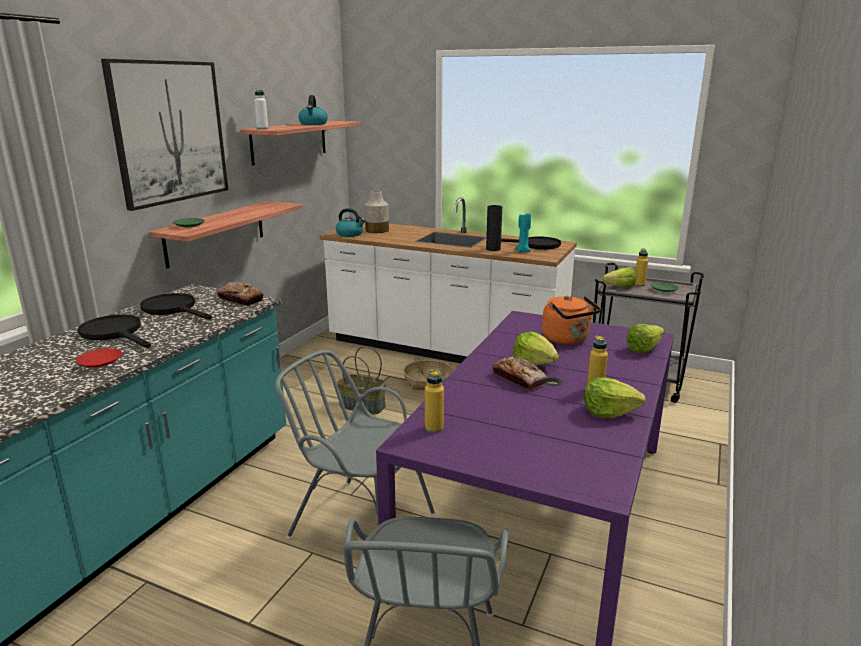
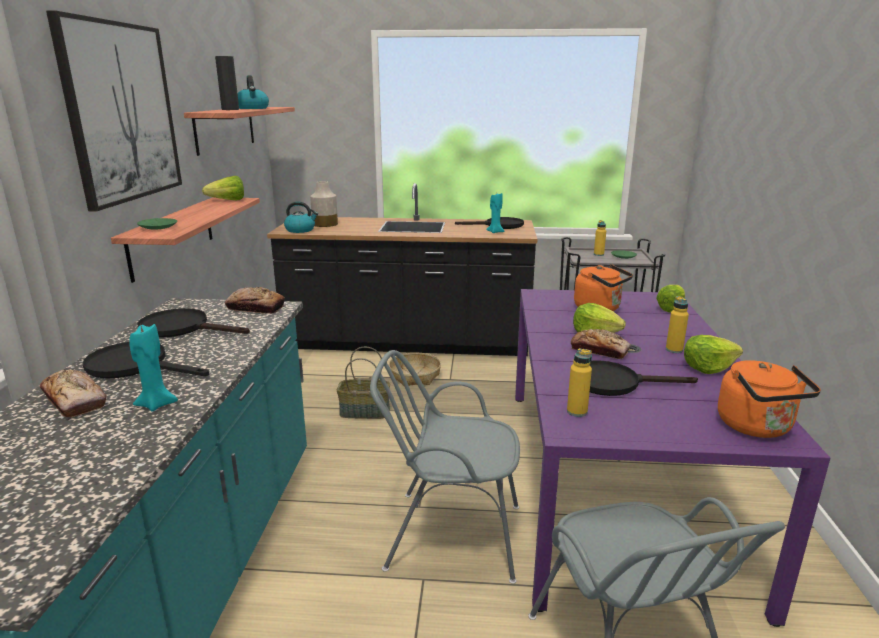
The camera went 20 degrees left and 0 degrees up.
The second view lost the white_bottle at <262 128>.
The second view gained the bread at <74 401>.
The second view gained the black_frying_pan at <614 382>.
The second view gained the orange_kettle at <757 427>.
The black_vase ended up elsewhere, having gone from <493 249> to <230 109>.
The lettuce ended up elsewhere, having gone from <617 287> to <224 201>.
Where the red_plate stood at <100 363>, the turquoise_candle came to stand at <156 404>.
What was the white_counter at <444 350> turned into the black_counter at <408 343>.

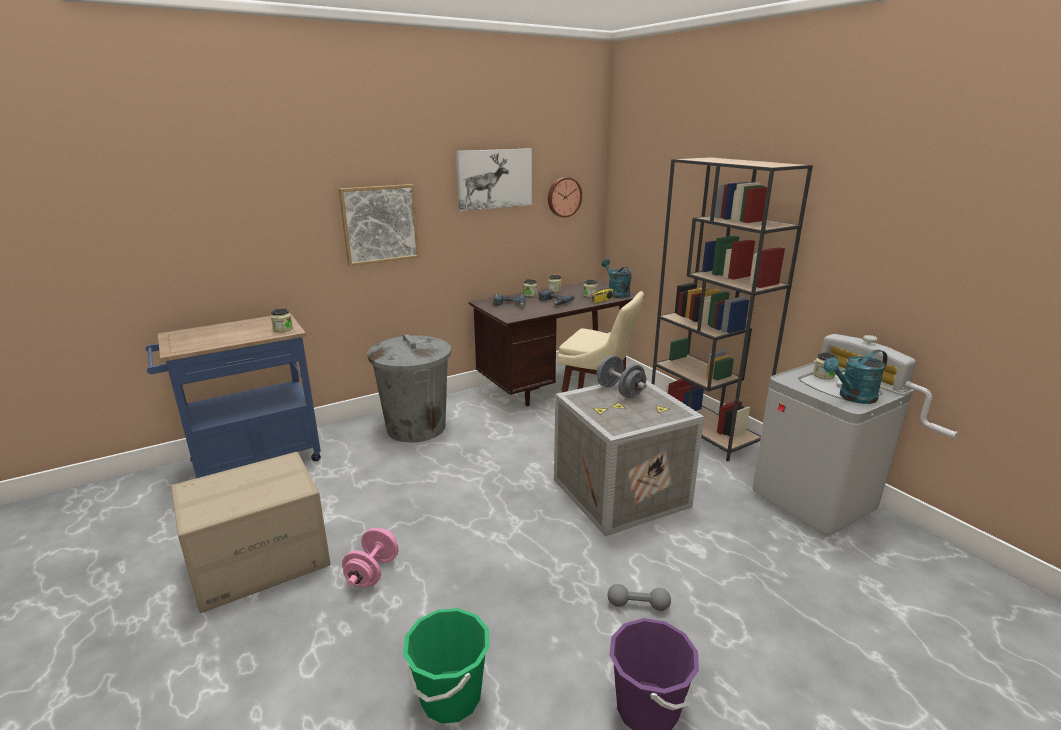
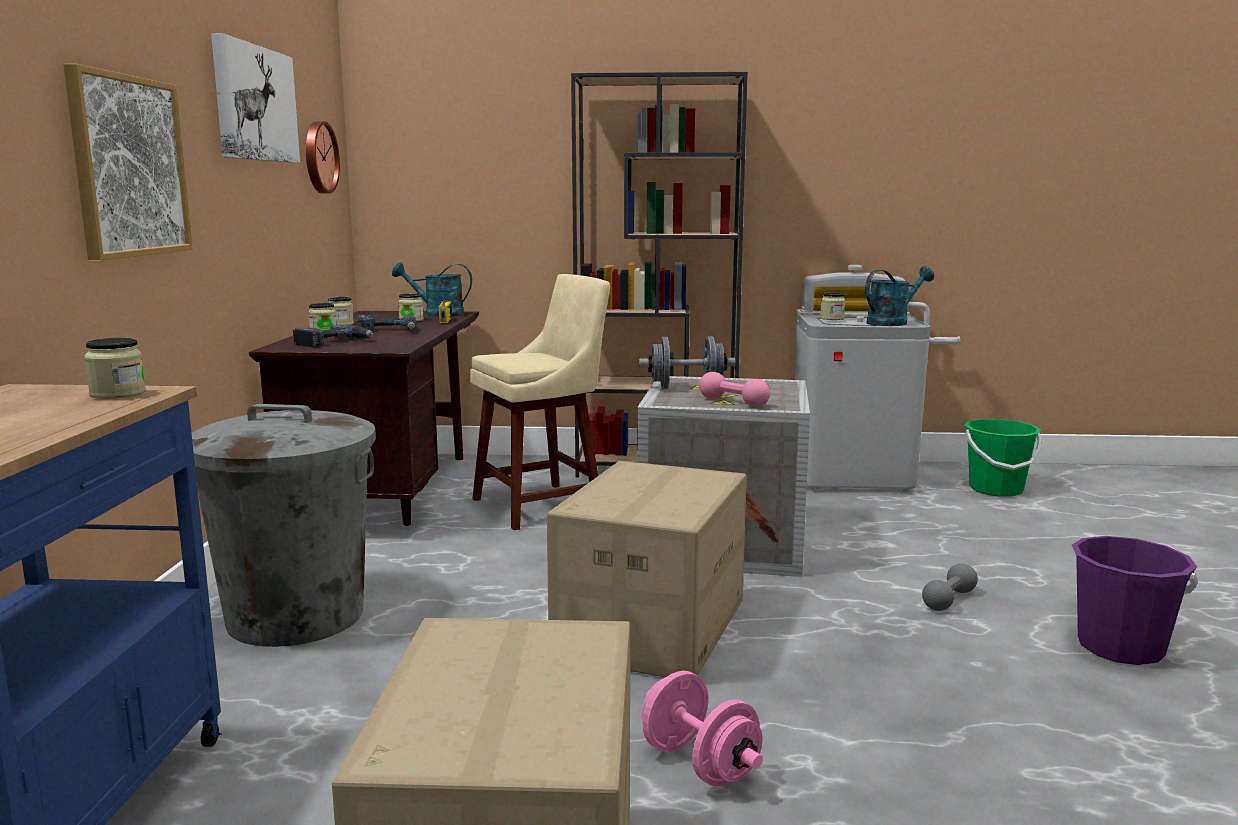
The camera went 55 degrees left and 10 degrees down.
The second view gained the cardboard_box at <650 627>.
The second view gained the pink_dumbbell at <733 402>.
The green_bucket ended up elsewhere, having gone from <450 697> to <996 489>.
The turquoise_watering_can at <852 397> ended up facing another way, 135 degrees counterclockwise from before.

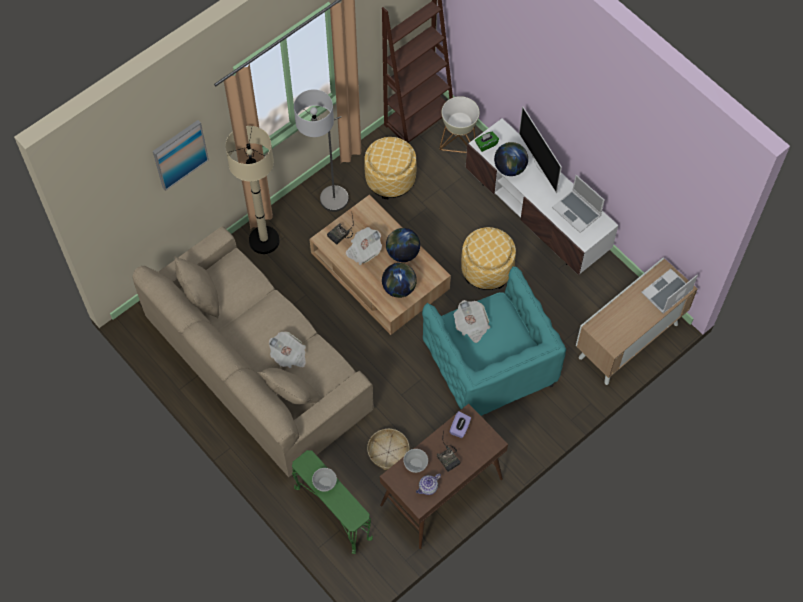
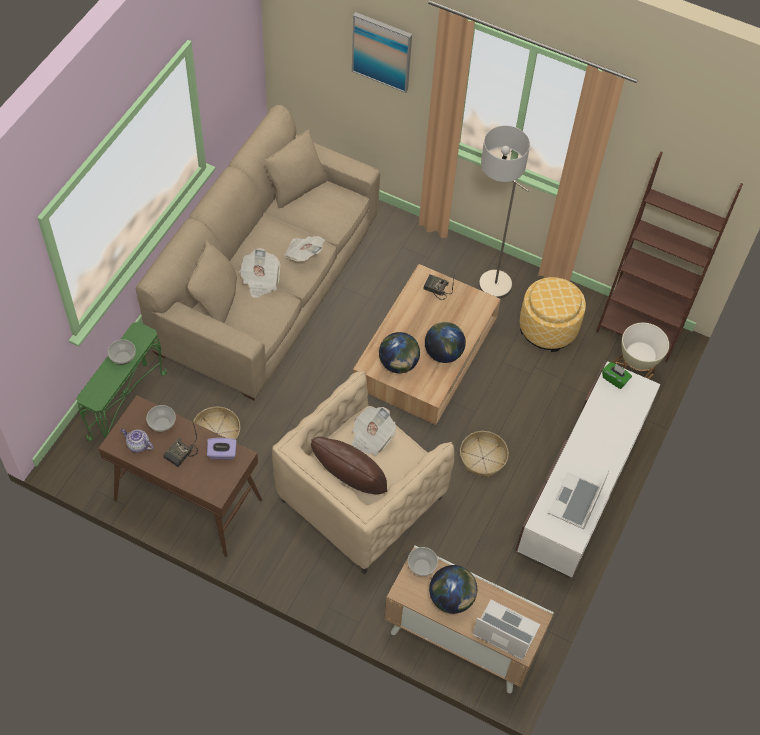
The camera went 65 degrees right and 5 degrees down.
The second view lost the beige_floor_lamp at <264 240>.
The second view lost the television at <540 165>.
The second view gained the brown_pillow at <349 482>.
The second view gained the bowl at <422 566>.
The newspaper ended up elsewhere, having gone from <363 251> to <304 254>.
The globe ended up elsewhere, having gone from <510 168> to <451 598>.
Where the ottoman stood at <486 269>, the basket came to stand at <482 458>.
What was the turquoise_armchair at <489 366> turned into the beige_armchair at <361 499>.

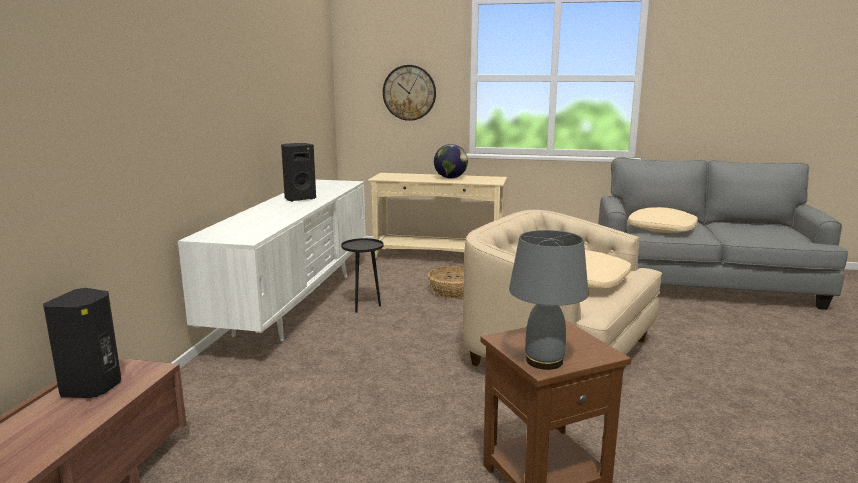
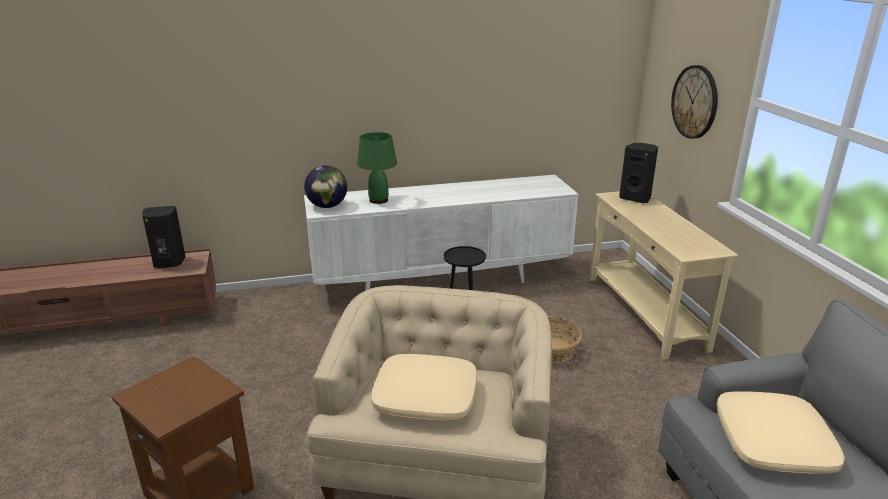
The camera went 65 degrees right and 10 degrees up.
The second view lost the grey_table_lamp at <543 361>.
The second view gained the green_table_lamp at <378 200>.
The black_speaker ended up elsewhere, having gone from <299 199> to <636 198>.
The globe ended up elsewhere, having gone from <450 178> to <327 206>.

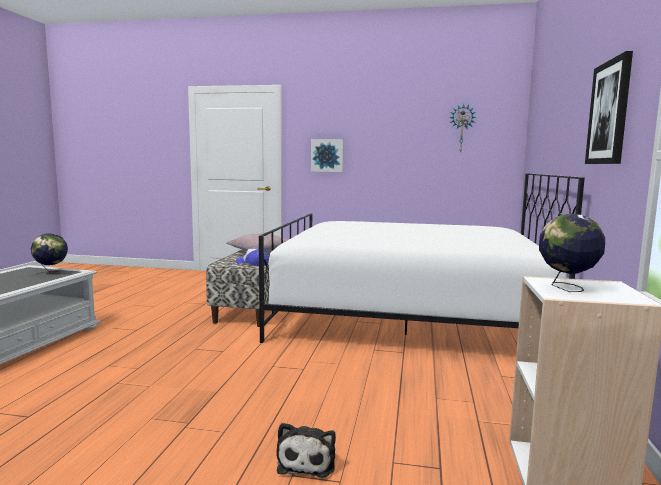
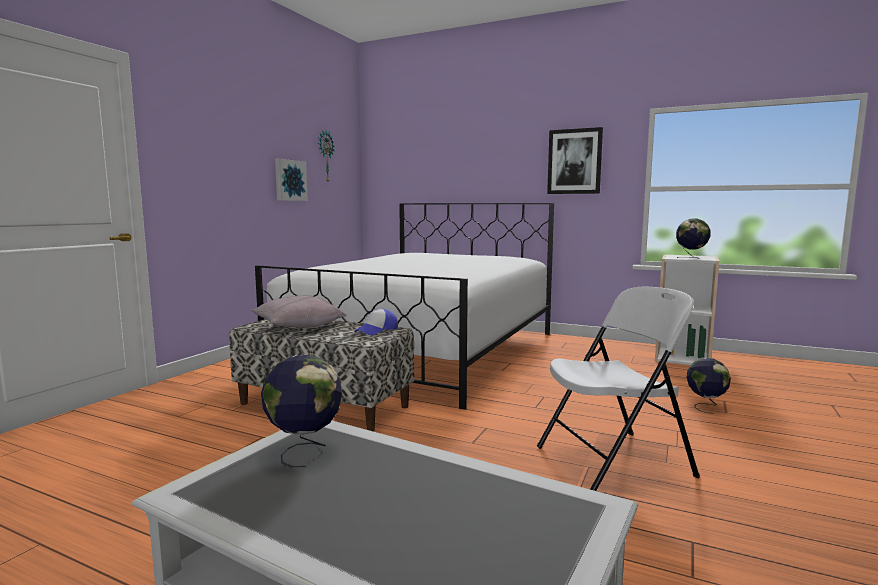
The camera went 75 degrees left and 0 degrees up.
The second view gained the white_chair at <613 462>.
The picture ended up elsewhere, having gone from <327 155> to <290 180>.
Where the plush_toy stood at <307 461>, the globe came to stand at <705 407>.

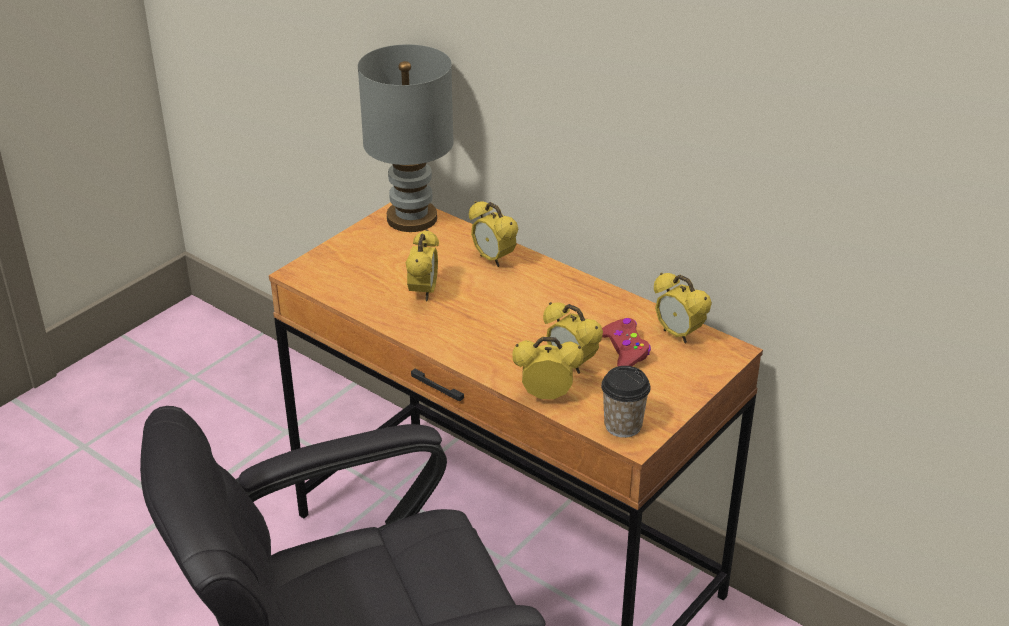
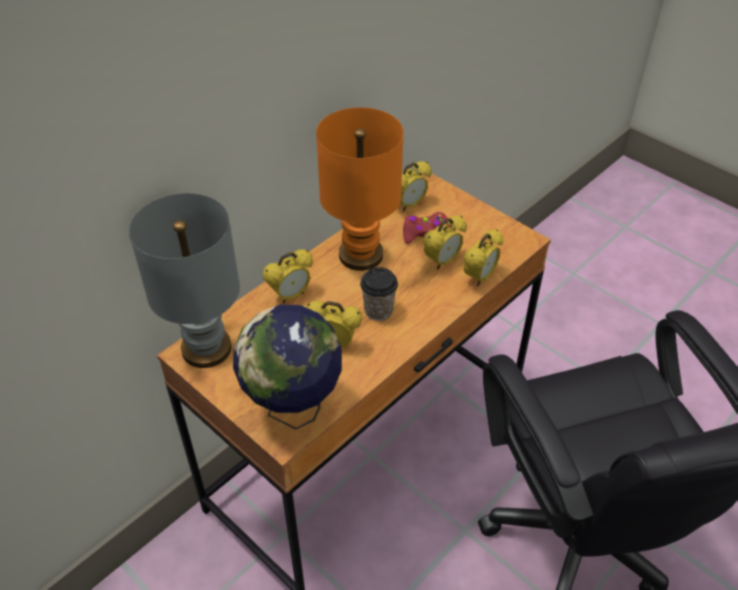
The camera went 85 degrees left and 10 degrees up.
The second view gained the globe at <293 409>.
The second view gained the orange_table_lamp at <360 255>.
The cup ended up elsewhere, having gone from <623 425> to <378 310>.
The alarm_clock at <547 396> ended up facing another way, 150 degrees counterclockwise from before.

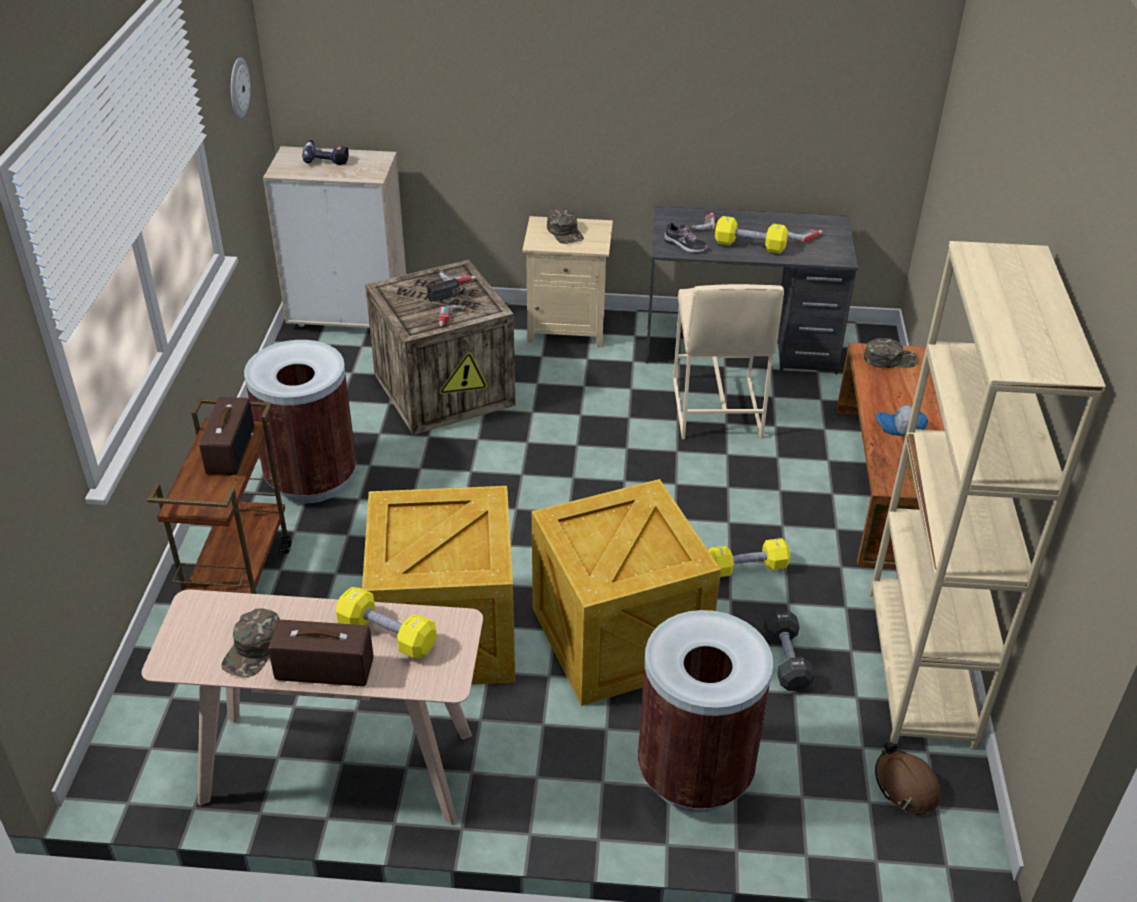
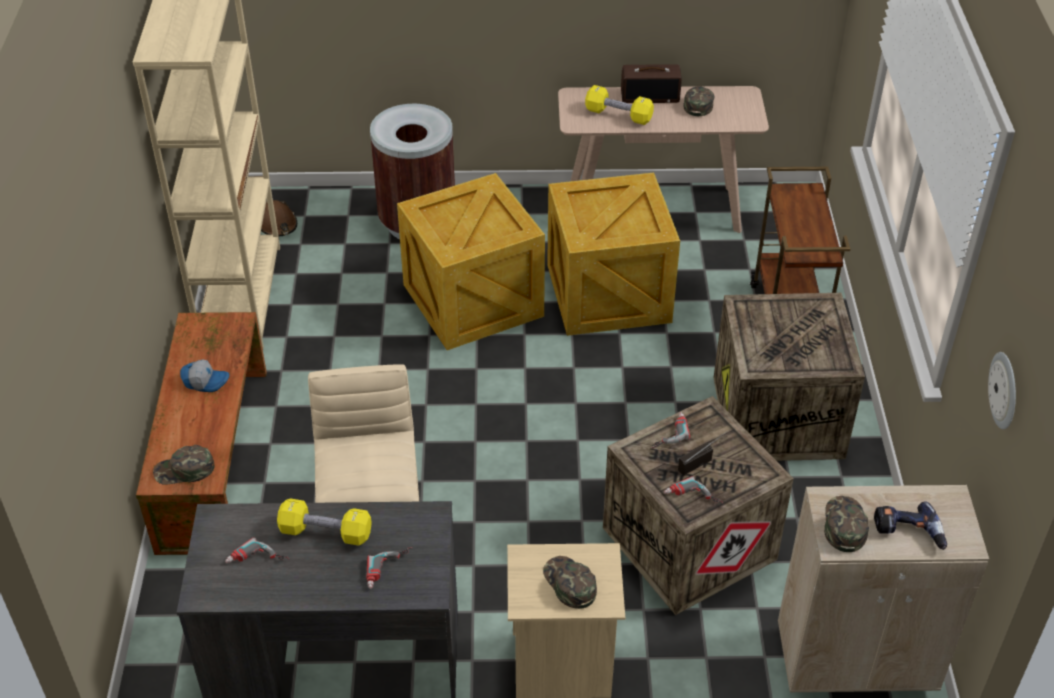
The camera went 175 degrees right and 5 degrees up.
The second view lost the radio at <230 450>.
The second view lost the shoe at <685 245>.
The second view lost the yellow_dumbbell at <746 568>.
The second view lost the black_dumbbell at <786 660>.
The second view gained the green_cap at <844 525>.
Where the brown_trash_can stood at <311 479>, the crate came to stand at <779 418>.

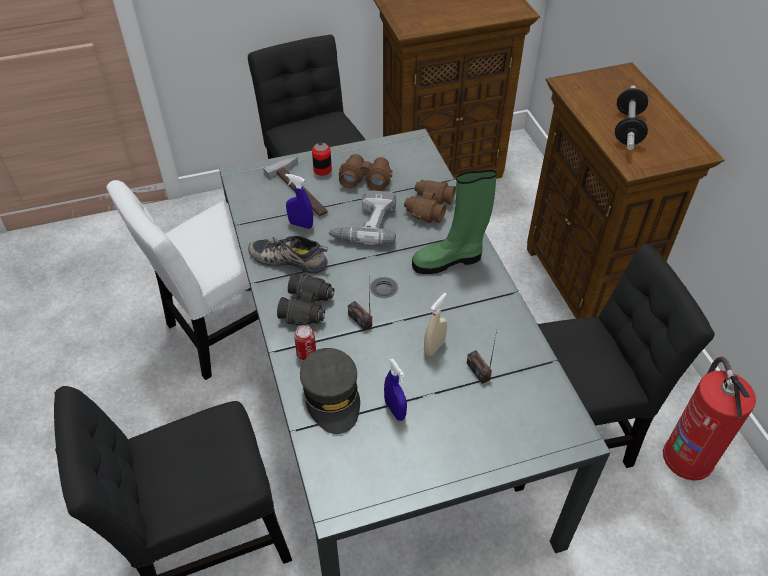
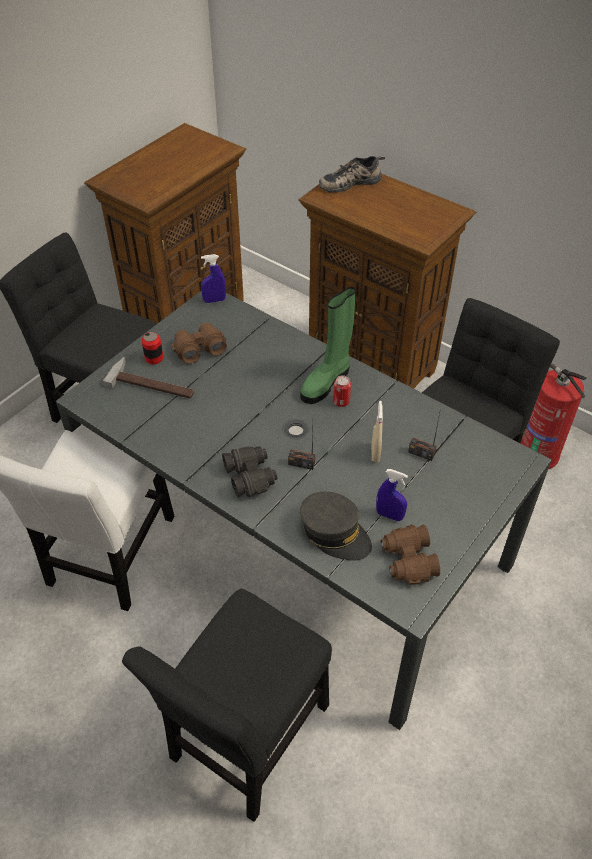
The camera went 35 degrees left and 0 degrees up.
The second view lost the power_drill at <364 224>.
The second view lost the dumbbell at <628 129>.
The shoe ended up elsewhere, having gone from <290 258> to <350 182>.
The blue_spray_bottle ended up elsewhere, having gone from <301 224> to <214 300>.
The can ended up elsewhere, having gone from <306 353> to <341 402>.
The brown_binoculars ended up elsewhere, having gone from <428 207> to <407 561>.

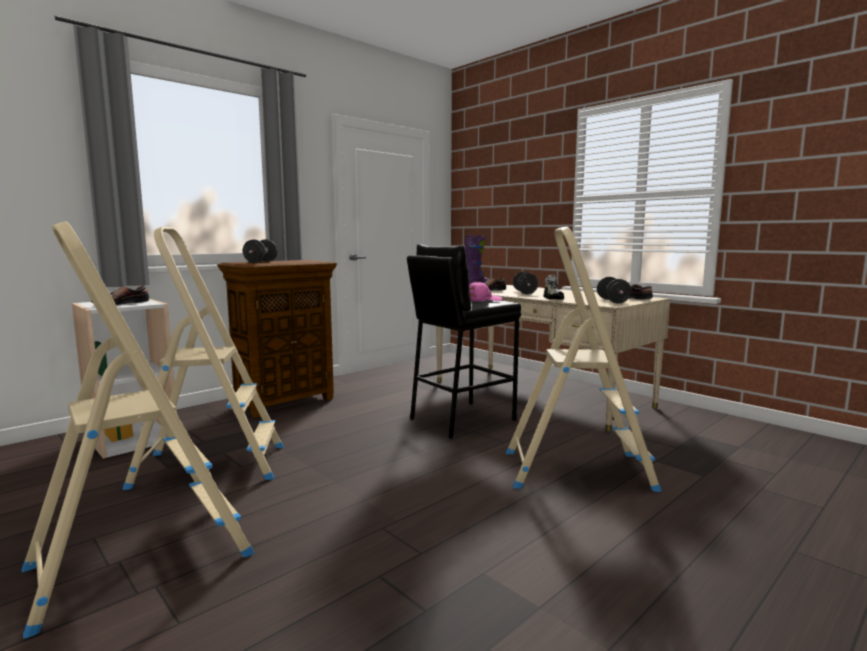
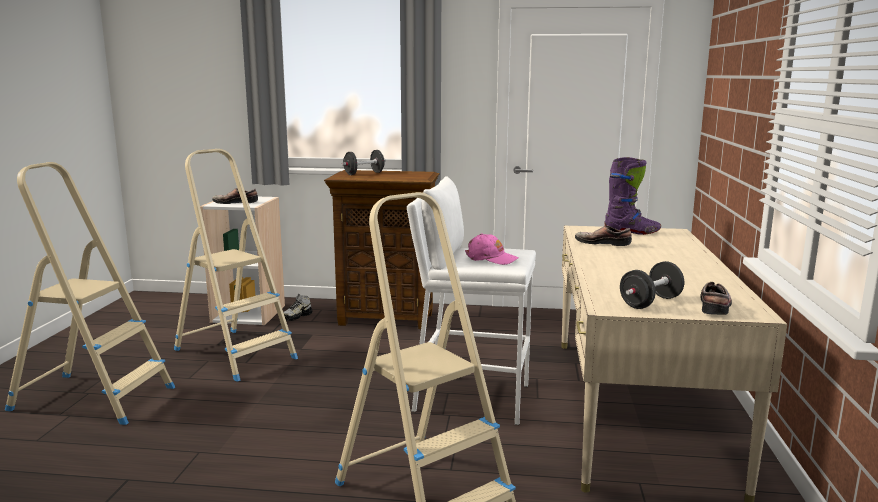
The camera went 50 degrees right and 5 degrees up.
The second view lost the black_dumbbell at <524 292>.
The shoe ended up elsewhere, having gone from <553 298> to <297 316>.
What was the black_stool at <461 419> turned into the white_stool at <471 398>.

